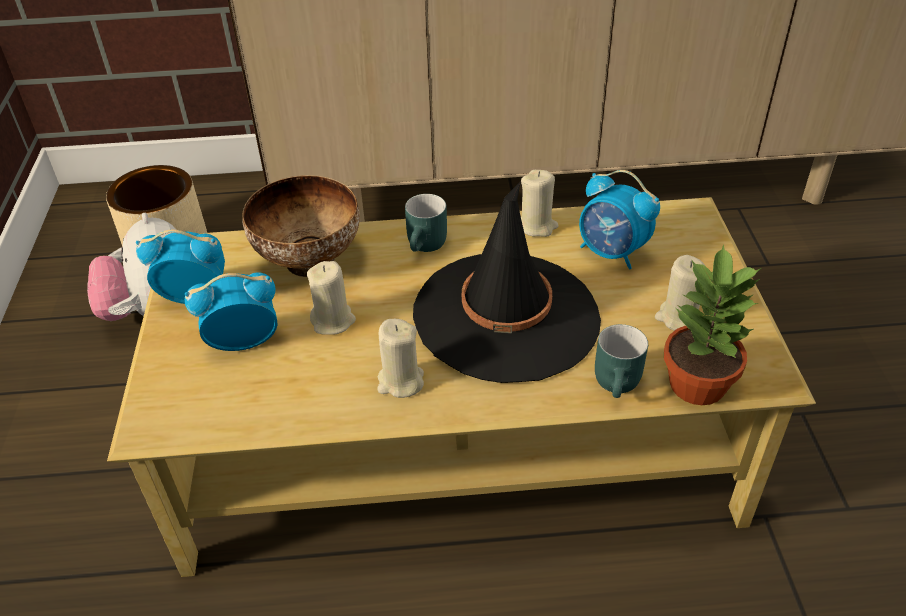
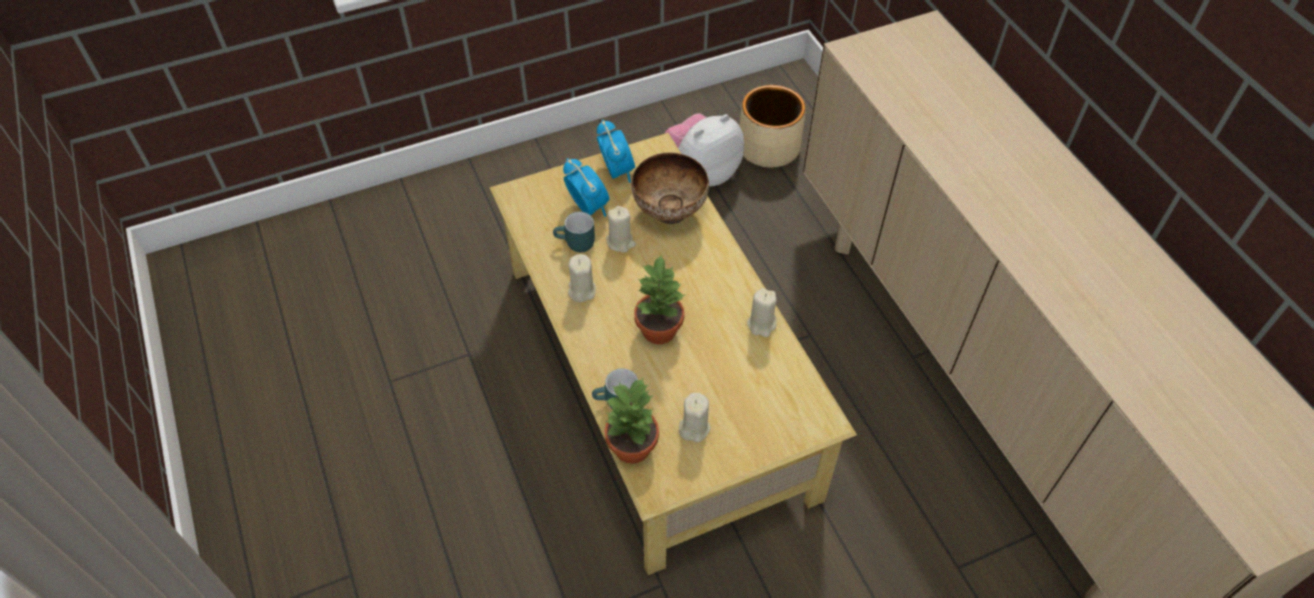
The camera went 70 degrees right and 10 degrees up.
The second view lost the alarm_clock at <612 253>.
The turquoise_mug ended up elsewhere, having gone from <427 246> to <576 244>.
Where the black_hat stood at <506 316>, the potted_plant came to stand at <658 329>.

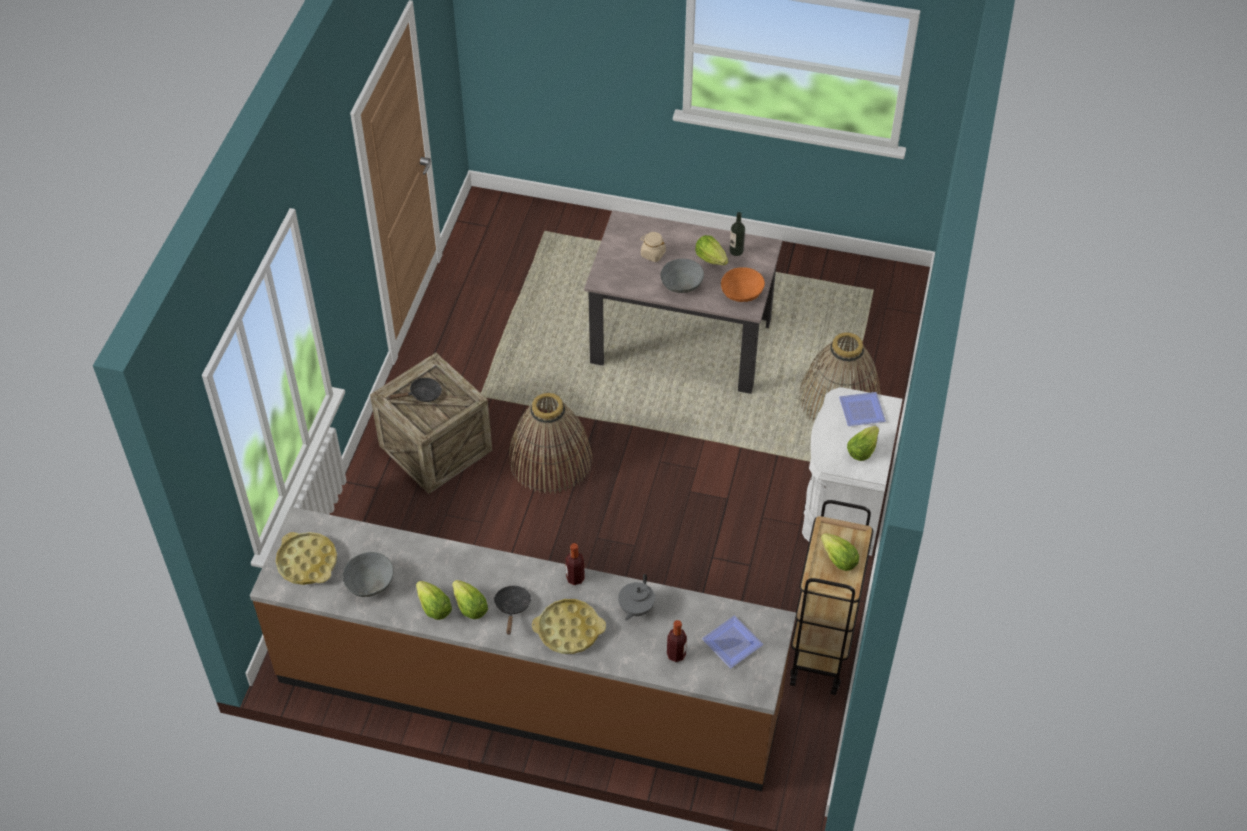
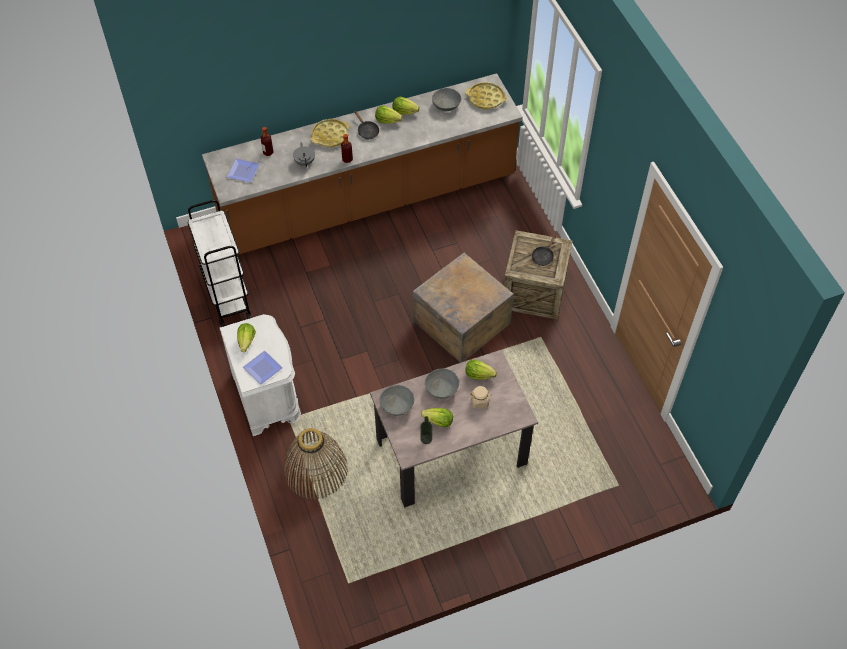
The camera went 145 degrees right and 5 degrees up.
The lettuce ended up elsewhere, having gone from <838 560> to <478 374>.
Where the basket stood at <550 460>, the crate came to stand at <463 322>.
What was the orange_bowl at <742 293> turned into the grey_bowl at <397 406>.
What was the brown_cart at <822 652> turned into the white_cart at <228 302>.

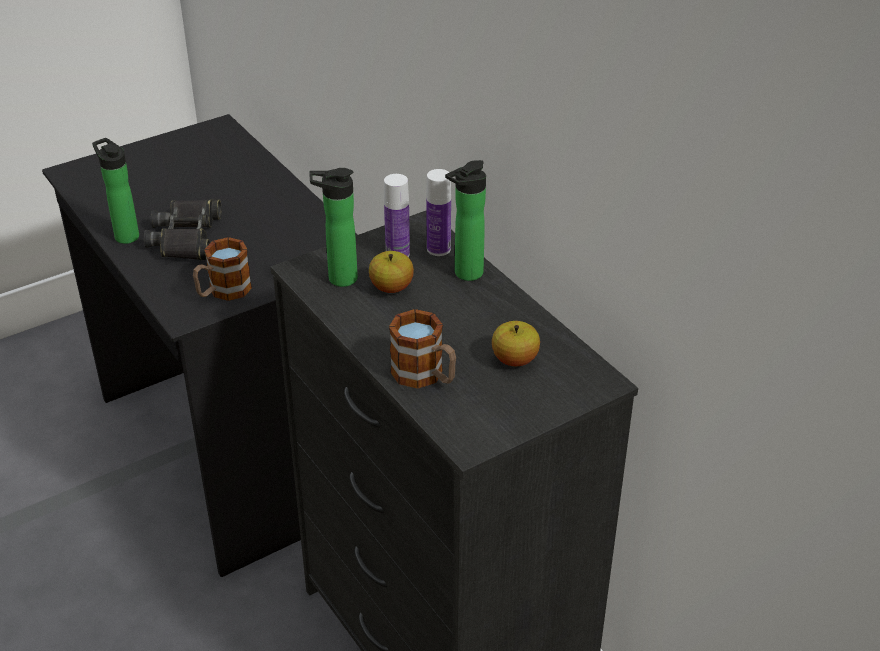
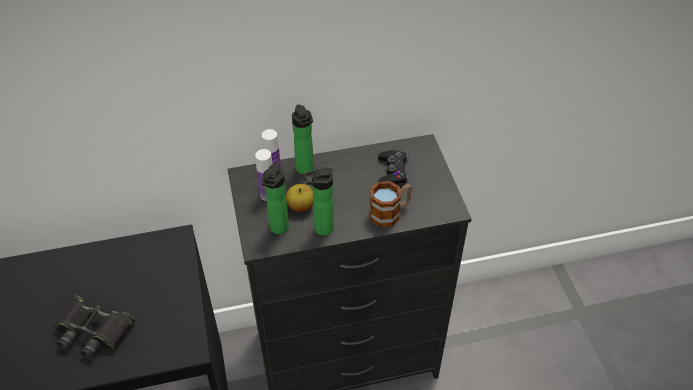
The camera went 70 degrees left and 10 degrees up.
The second view lost the mug at <223 292>.
The bottle ended up elsewhere, having gone from <125 235> to <321 229>.
Where the apple stood at <514 360>, the black_game_controller came to stand at <392 172>.

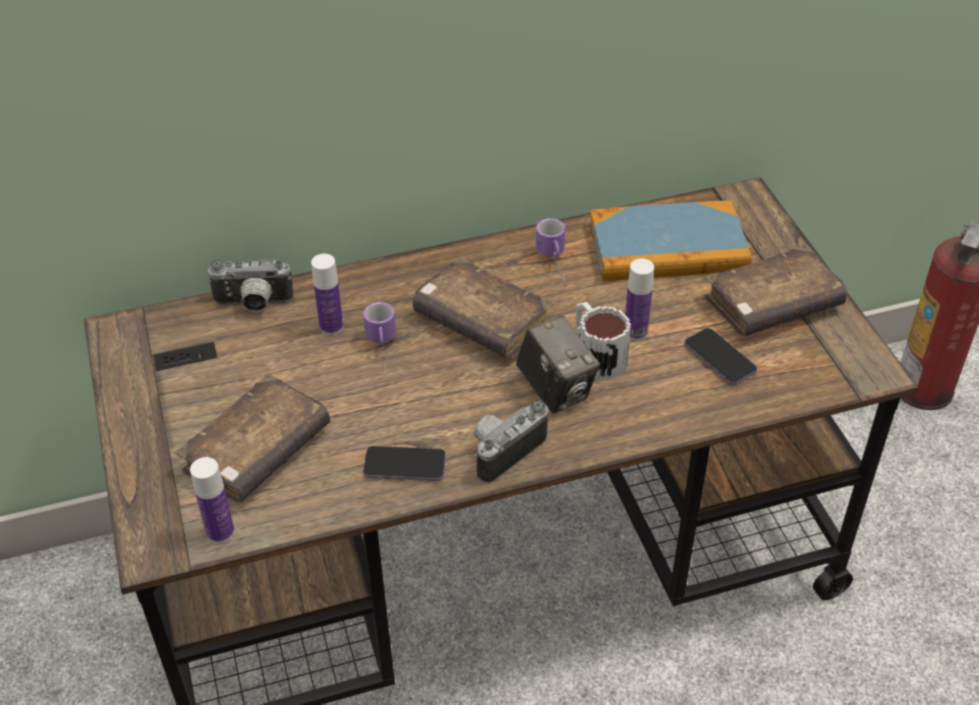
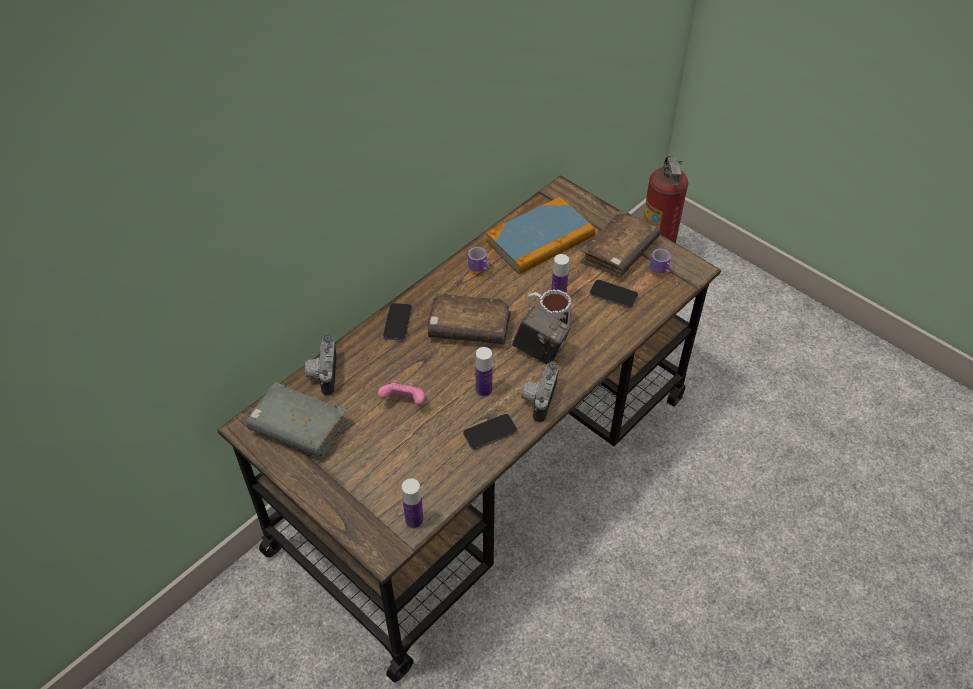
The camera went 30 degrees left and 5 degrees up.
The second view lost the brown_book at <257 451>.
The second view gained the grey_book at <299 428>.
The second view gained the pink_game_controller at <404 402>.
The second view gained the phone at <397 323>.
The bottle ended up elsewhere, having gone from <331 326> to <484 390>.
The mug ended up elsewhere, having gone from <382 353> to <666 278>.
The photo_camera at <253 305> ended up facing another way, 120 degrees clockwise from before.

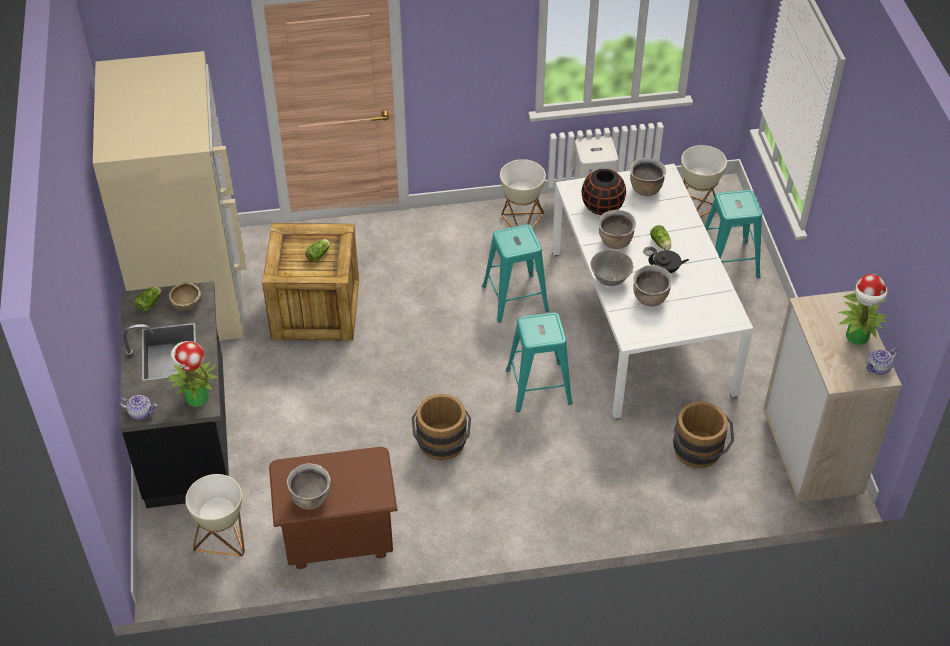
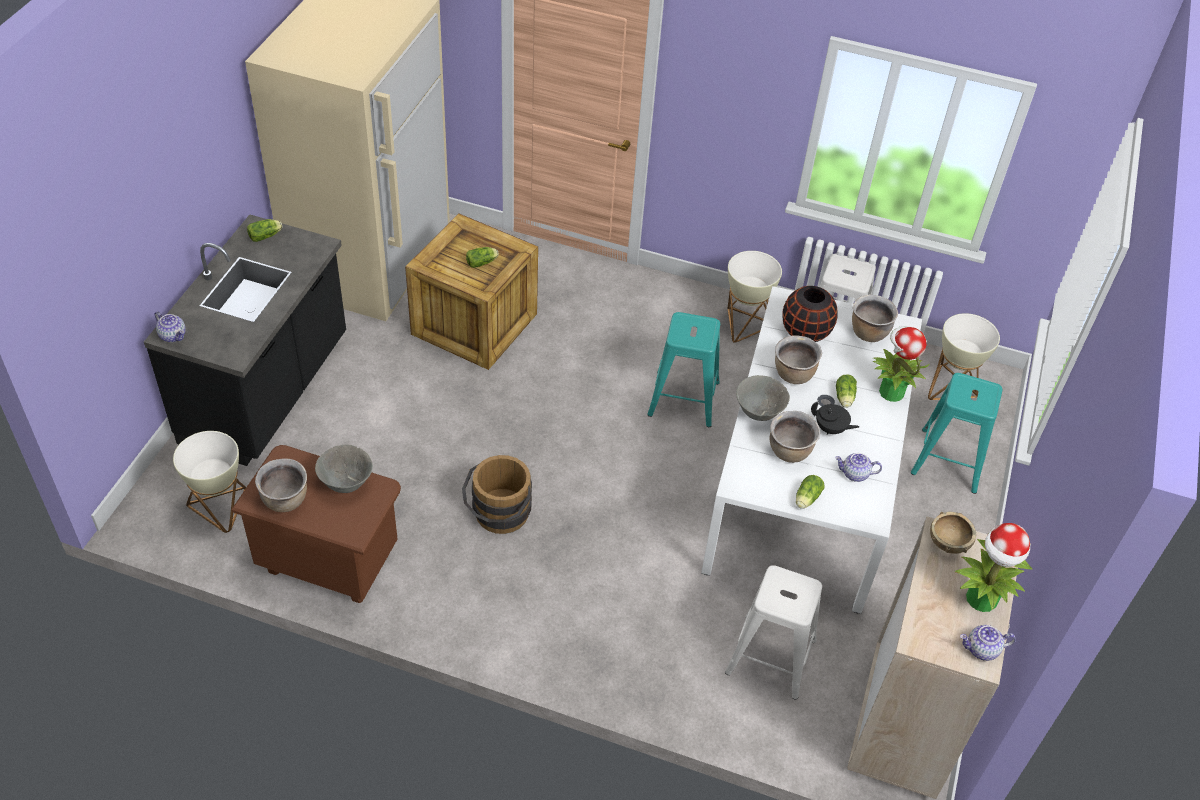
The camera went 25 degrees right and 0 degrees up.
The second view lost the turquoise_stool at <538 386>.
The second view gained the grey_bowl at <346 482>.
The second view gained the lettuce at <806 499>.
The second view gained the teapot at <854 474>.
The potted_plant ended up elsewhere, having gone from <196 397> to <890 391>.
The brown_bowl ended up elsewhere, having gone from <186 303> to <949 541>.
Where the brown_bucket stood at <698 454>, the white_stool came to stand at <770 656>.

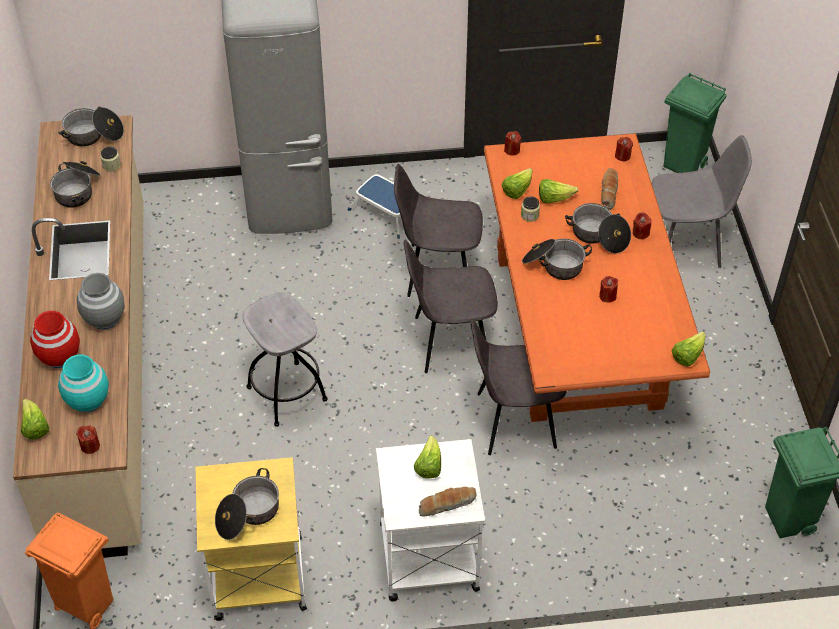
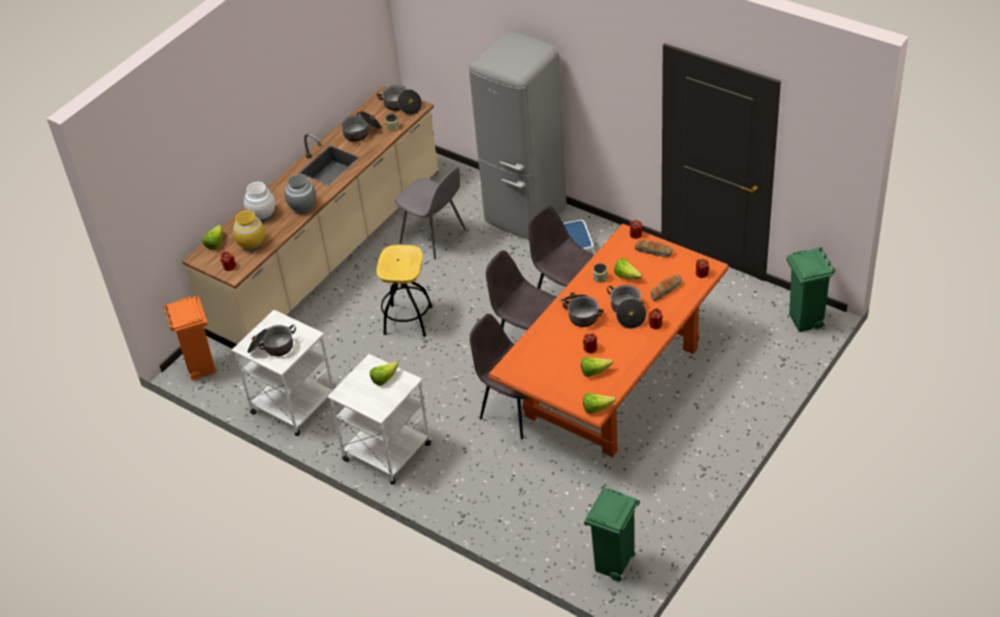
The camera went 45 degrees right and 5 degrees down.
The bread ended up elsewhere, having gone from <447 504> to <654 251>.
The lettuce ended up elsewhere, having gone from <517 190> to <594 371>.
The grey_chair ended up elsewhere, having gone from <686 244> to <434 237>.
What was the red_vase at <59 356> turned into the white_vase at <262 214>.
What was the turquoise_vase at <87 400> turned into the yellow_vase at <251 244>.
What was the yellow_cart at <256 576> turned into the white_cart at <292 404>.
What was the grey_stool at <286 393> turned into the yellow_stool at <408 320>.

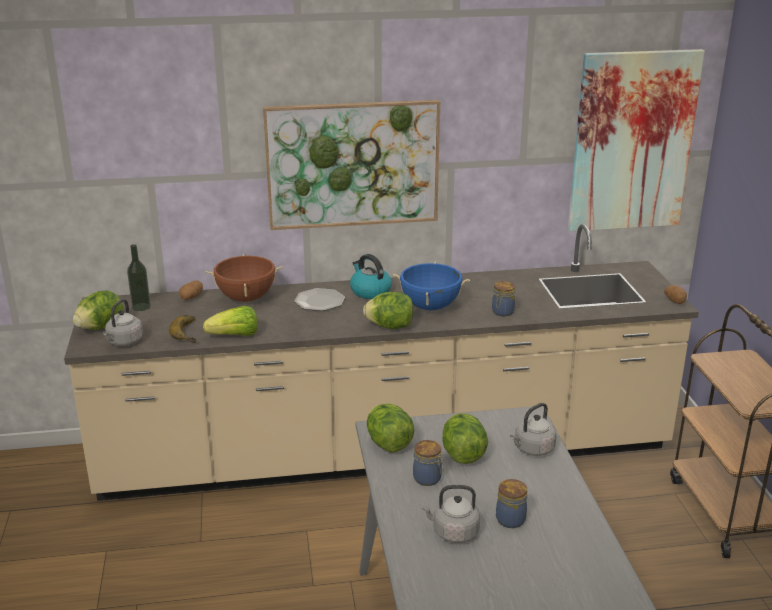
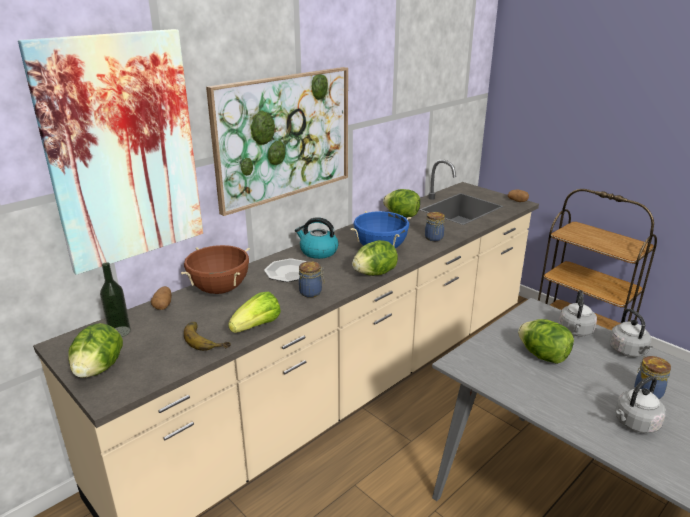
The camera went 35 degrees left and 0 degrees up.
The grey_kettle ended up elsewhere, having gone from <124 342> to <628 351>.
The lettuce ended up elsewhere, having gone from <388 444> to <402 215>.
The jar ended up elsewhere, having gone from <428 479> to <311 292>.
The picture ended up elsewhere, having gone from <632 142> to <123 151>.

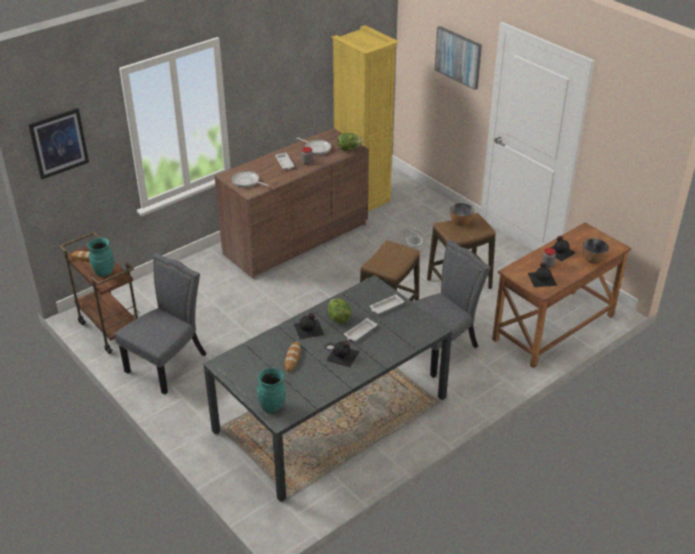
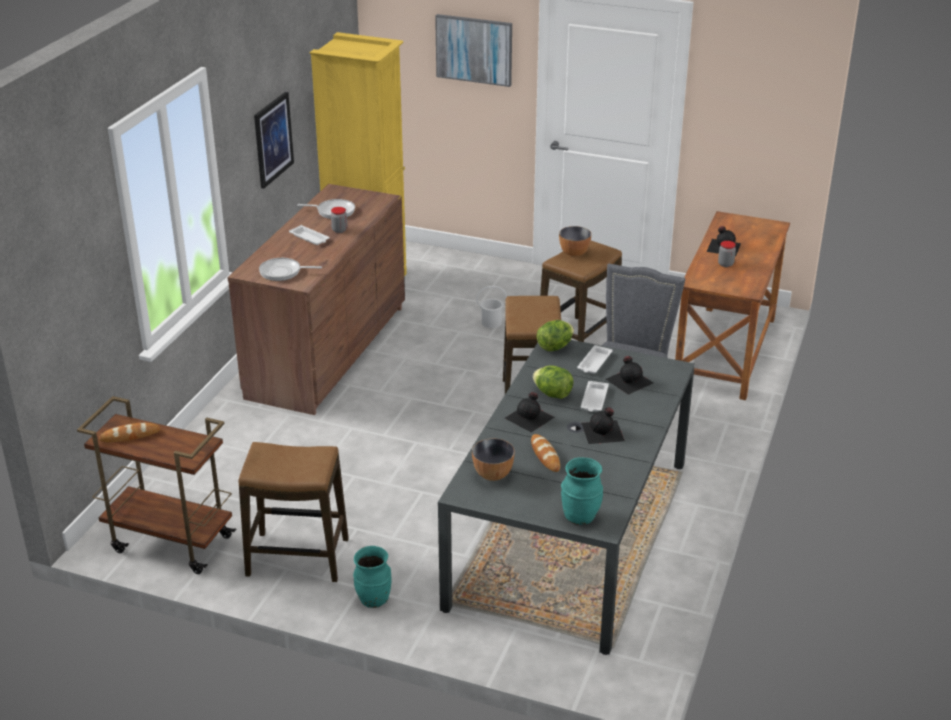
The camera went 30 degrees left and 5 degrees down.
The picture ended up elsewhere, having gone from <58 143> to <273 139>.
The turquoise_vase ended up elsewhere, having gone from <103 272> to <373 600>.
The lettuce ended up elsewhere, having gone from <348 149> to <555 347>.
The black_bottle ended up elsewhere, having gone from <542 278> to <629 380>.
The bowl ended up elsewhere, having gone from <593 260> to <493 474>.
Where the grey_chair stood at <166 365>, the stool came to stand at <298 557>.

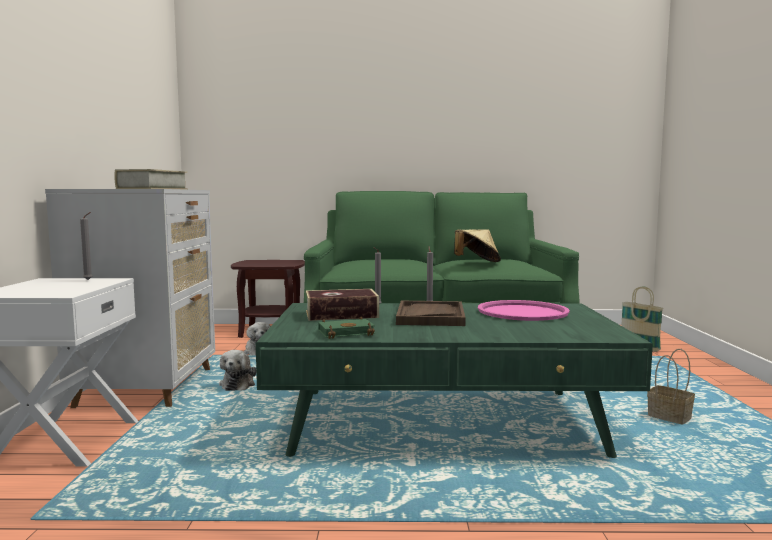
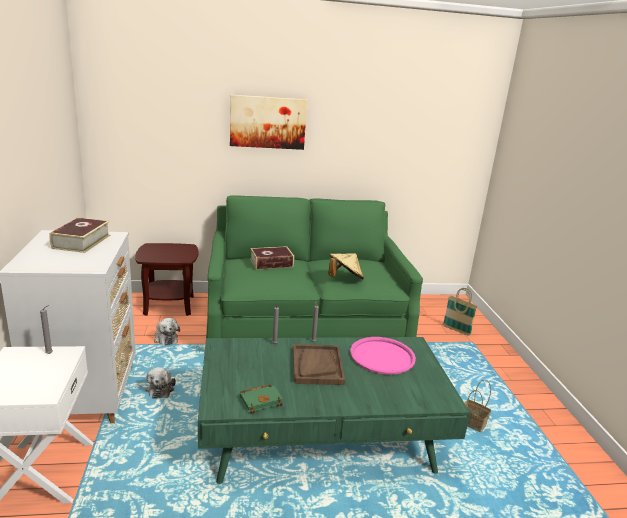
The camera went 10 degrees left and 15 degrees up.
The second view gained the picture at <268 122>.
The book ended up elsewhere, having gone from <341 314> to <271 263>.

